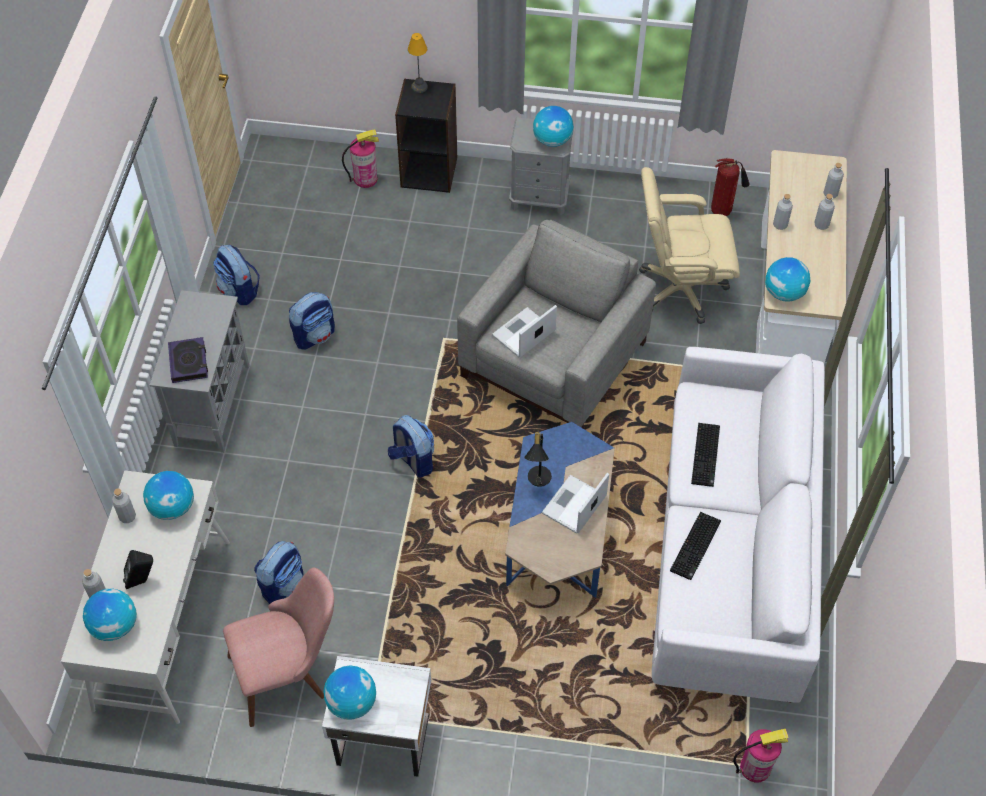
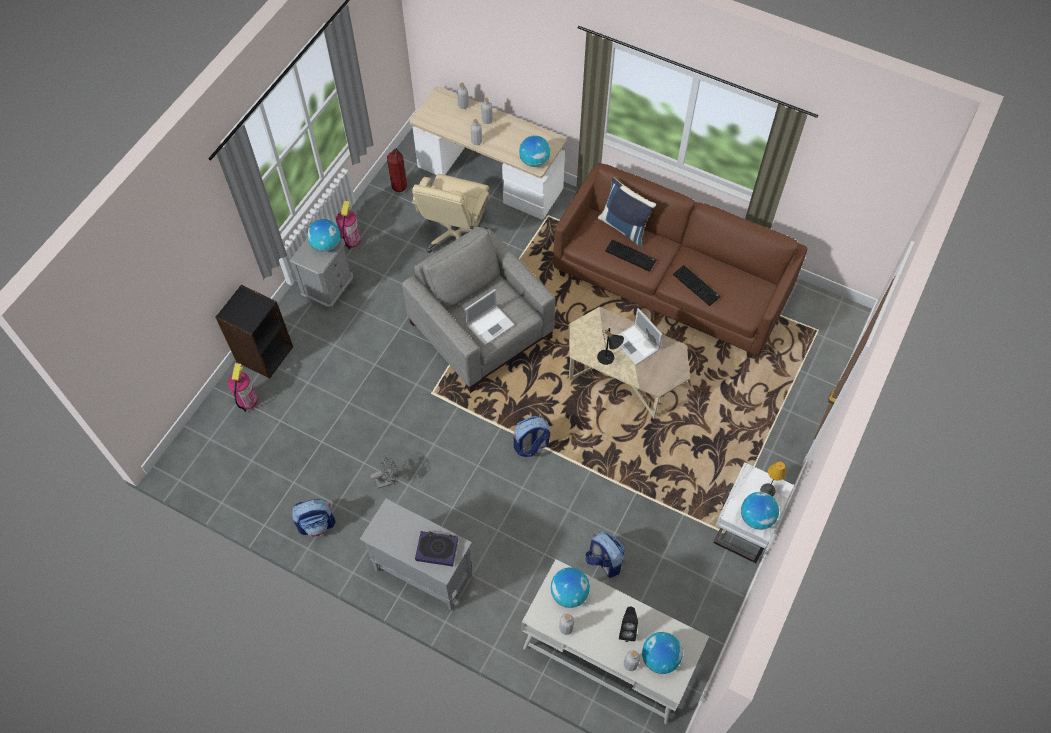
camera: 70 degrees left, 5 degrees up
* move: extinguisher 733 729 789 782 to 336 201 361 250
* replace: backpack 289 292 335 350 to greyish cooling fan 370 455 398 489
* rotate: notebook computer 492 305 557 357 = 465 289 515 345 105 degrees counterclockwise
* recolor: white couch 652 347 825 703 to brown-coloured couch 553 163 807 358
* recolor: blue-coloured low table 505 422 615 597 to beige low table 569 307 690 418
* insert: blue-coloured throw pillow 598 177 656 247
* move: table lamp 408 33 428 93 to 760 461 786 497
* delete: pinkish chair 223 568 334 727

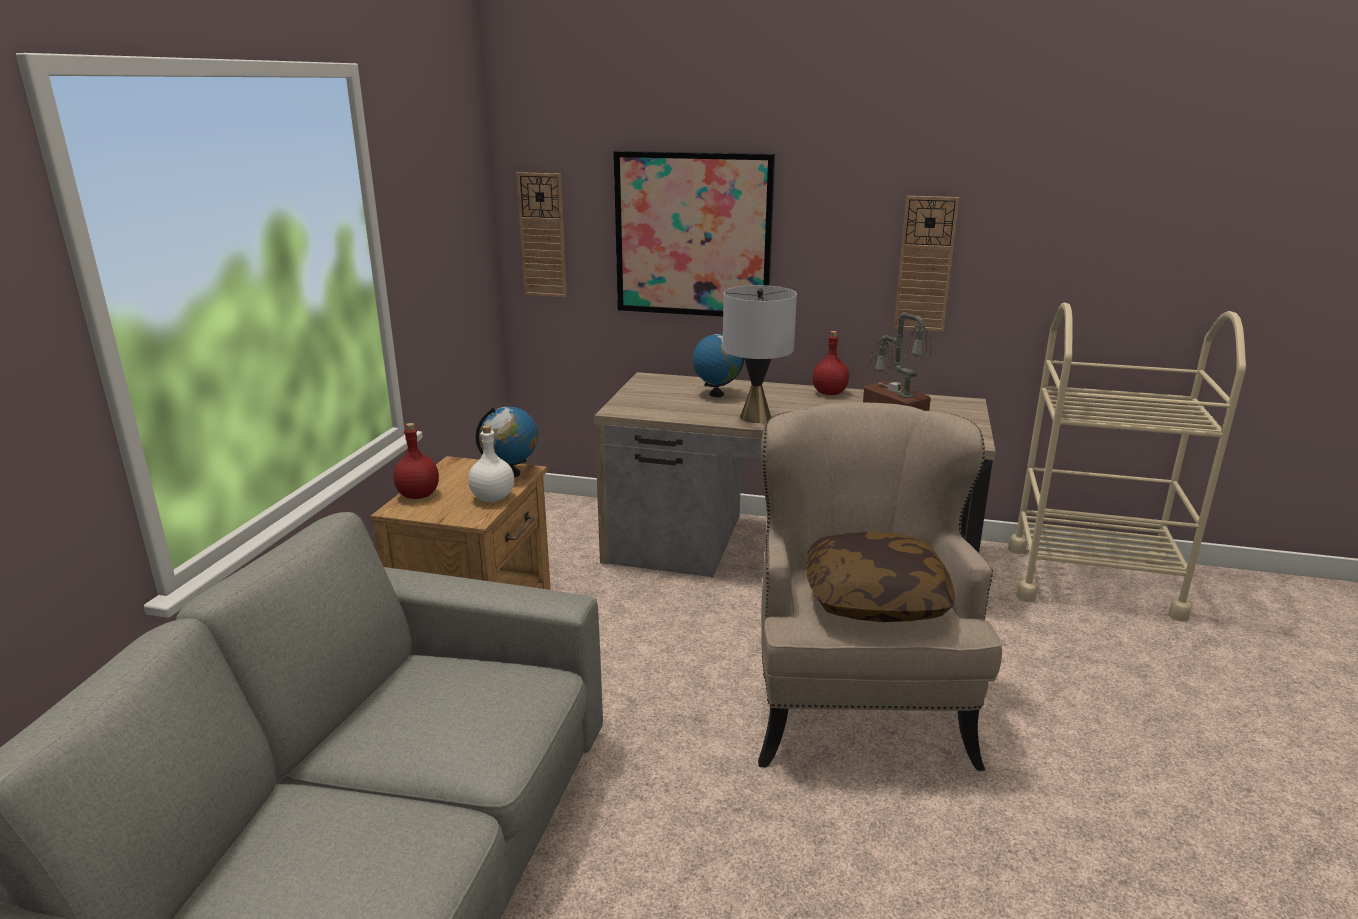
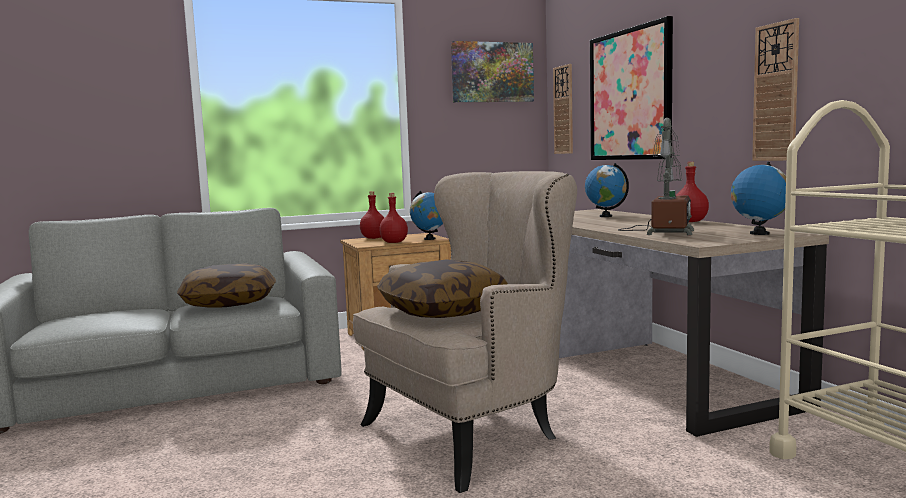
camera: 55 degrees right, 15 degrees down
* insert: throw pillow 177 263 276 308
* recolor: white beverage bottle 468 425 514 502 to red-coloured beverage bottle 379 193 408 243
* insert: picture 451 41 534 102
* insert: desk globe 731 162 786 235
* delete: greyish table lamp 723 285 797 423

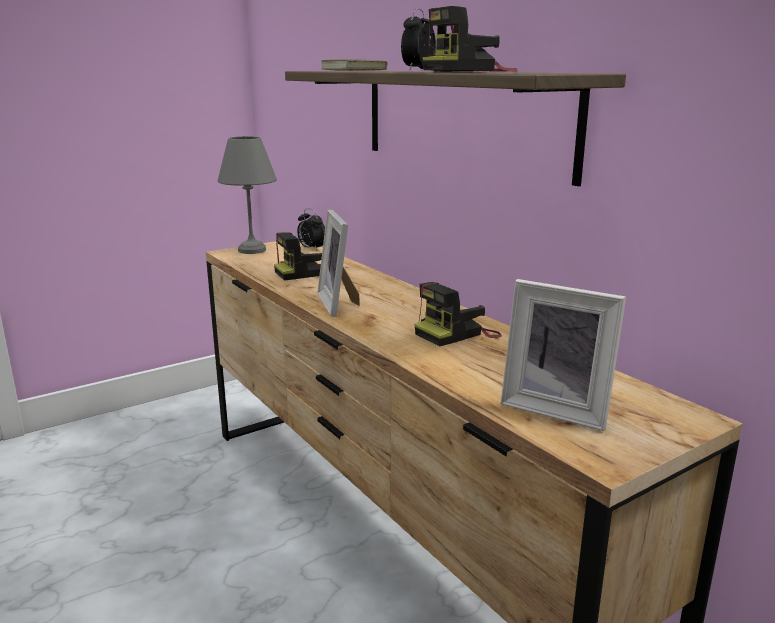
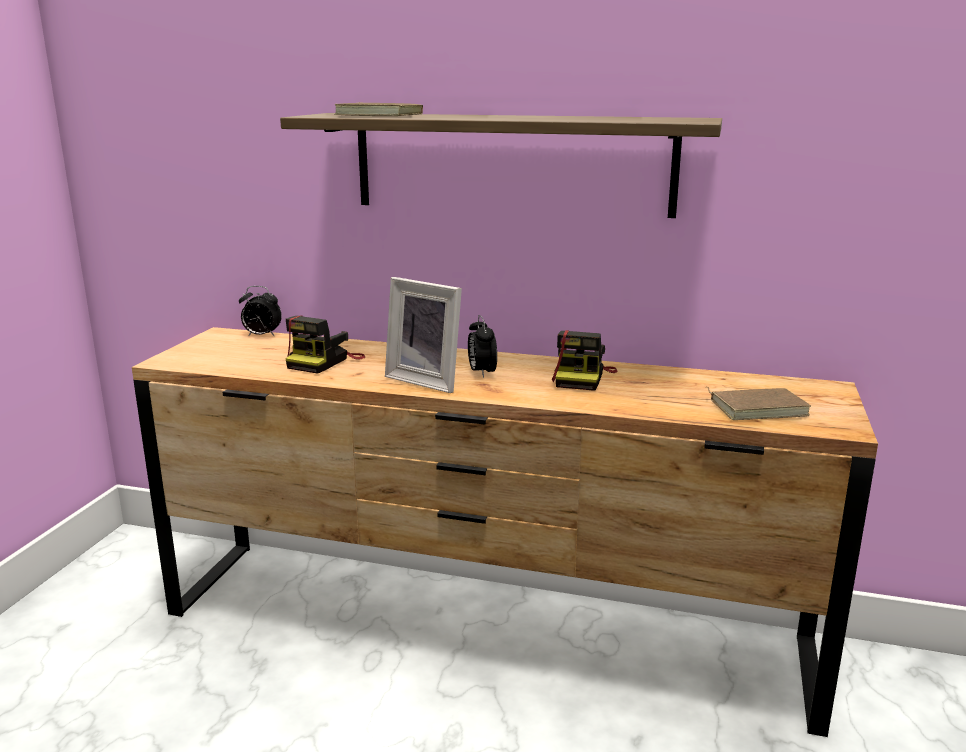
camera: 40 degrees left, 0 degrees up
* move: alarm clock 401 8 436 70 to 468 315 497 378
* replace: standing frame 501 279 626 431 to brown-coloured bound book 708 387 811 420
* delete: greyish table lamp 218 136 277 254
* delete: photo camera 422 6 518 72

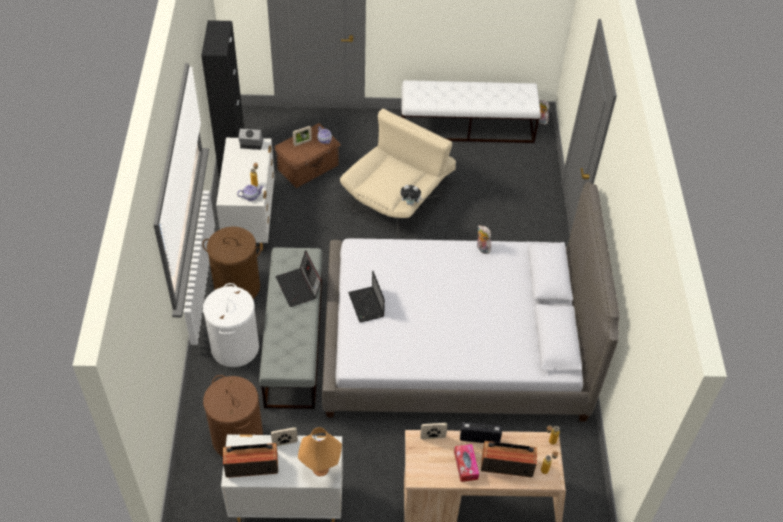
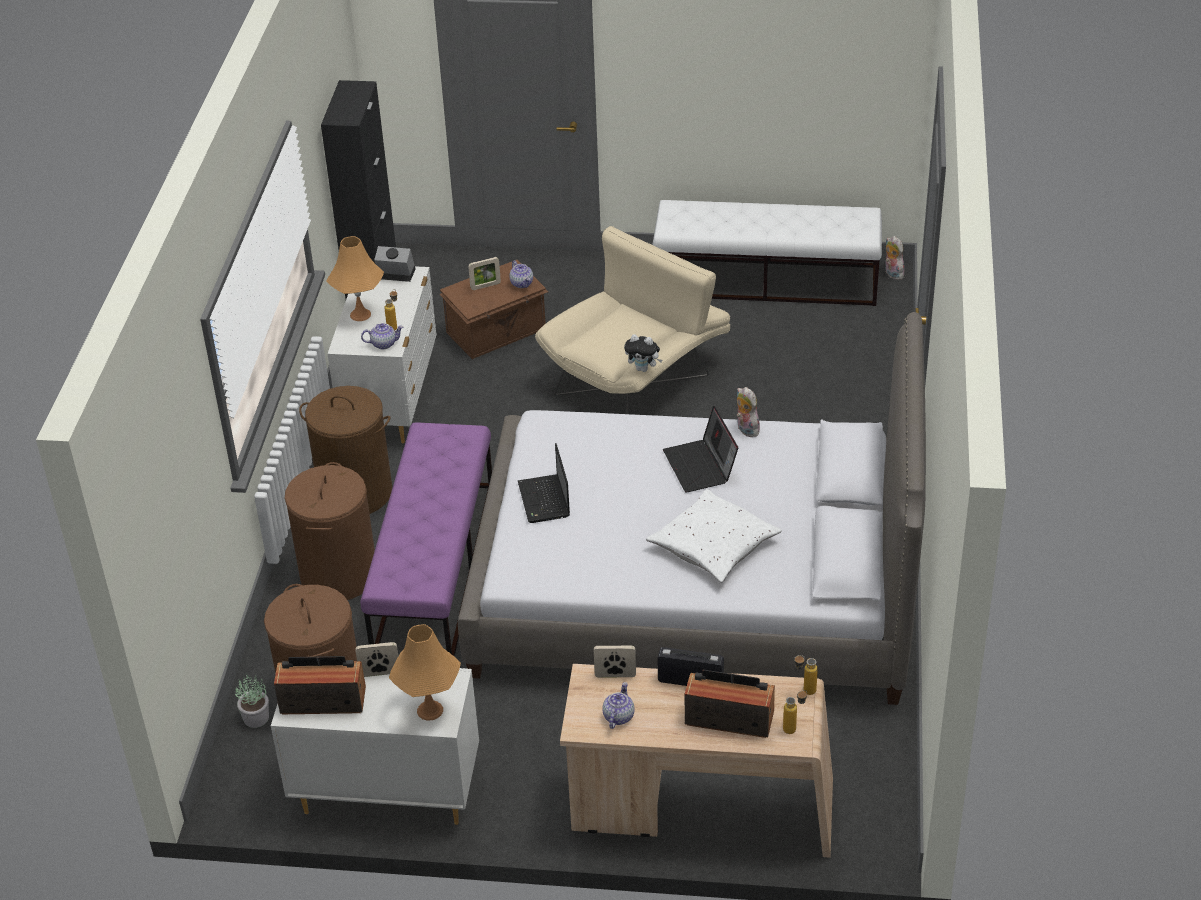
camera: 10 degrees right, 10 degrees down
* insert: potted plant 235 673 269 728
* recolor: white laundry basket 203 283 259 367 to brown-coloured laundry basket 285 462 375 600
* insert: orange-coloured table lamp 326 236 384 321
* recolor: greyish indoor bench 259 247 323 409 to purple-coloured indoor bench 360 422 492 656
* insert: pot for tea 602 682 635 729
* insert: white throw pillow 646 489 782 583
* move: notebook computer 275 250 321 307 to 663 405 738 493
* delete: tissue box 454 444 479 482

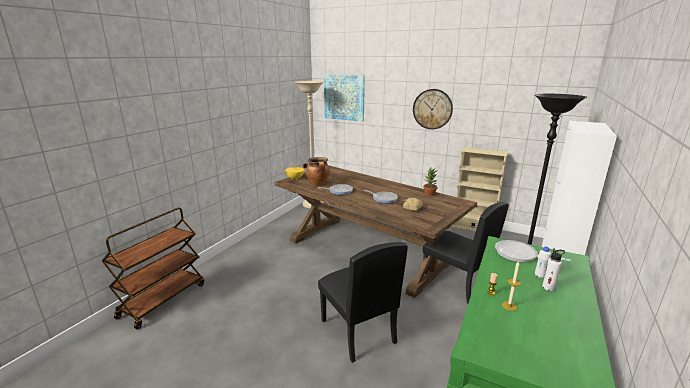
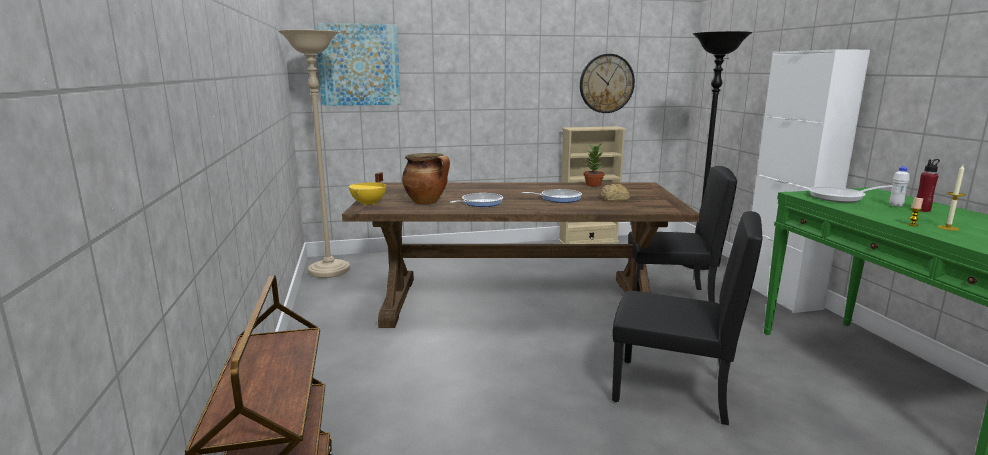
camera: 40 degrees left, 5 degrees down
* move: hanging clock 413 89 453 130 to 580 54 635 113
* recolor: white beverage bottle 542 248 565 291 to red-coloured beverage bottle 916 159 940 212

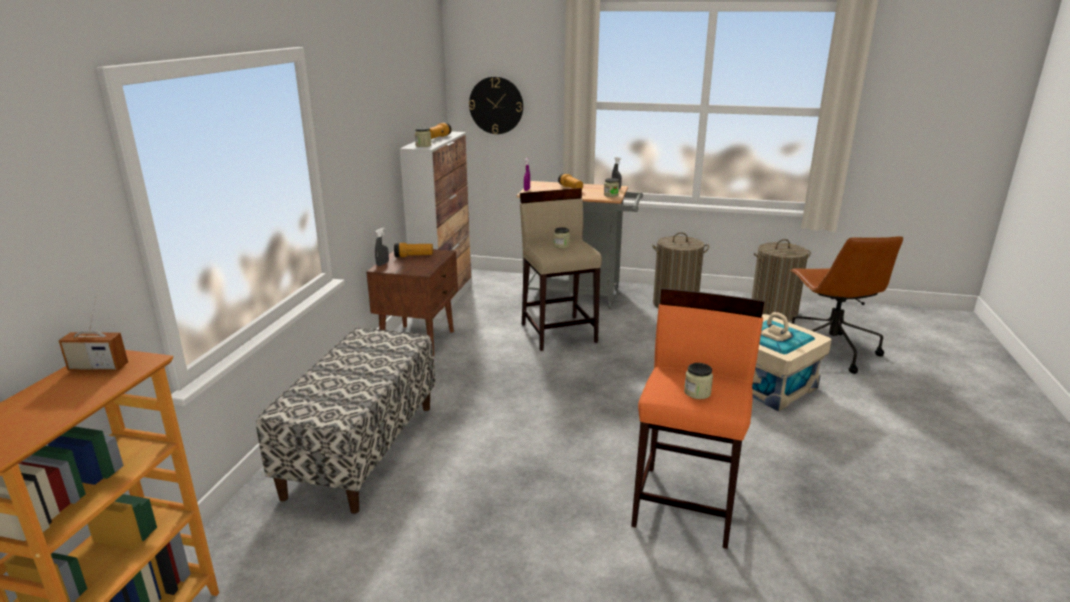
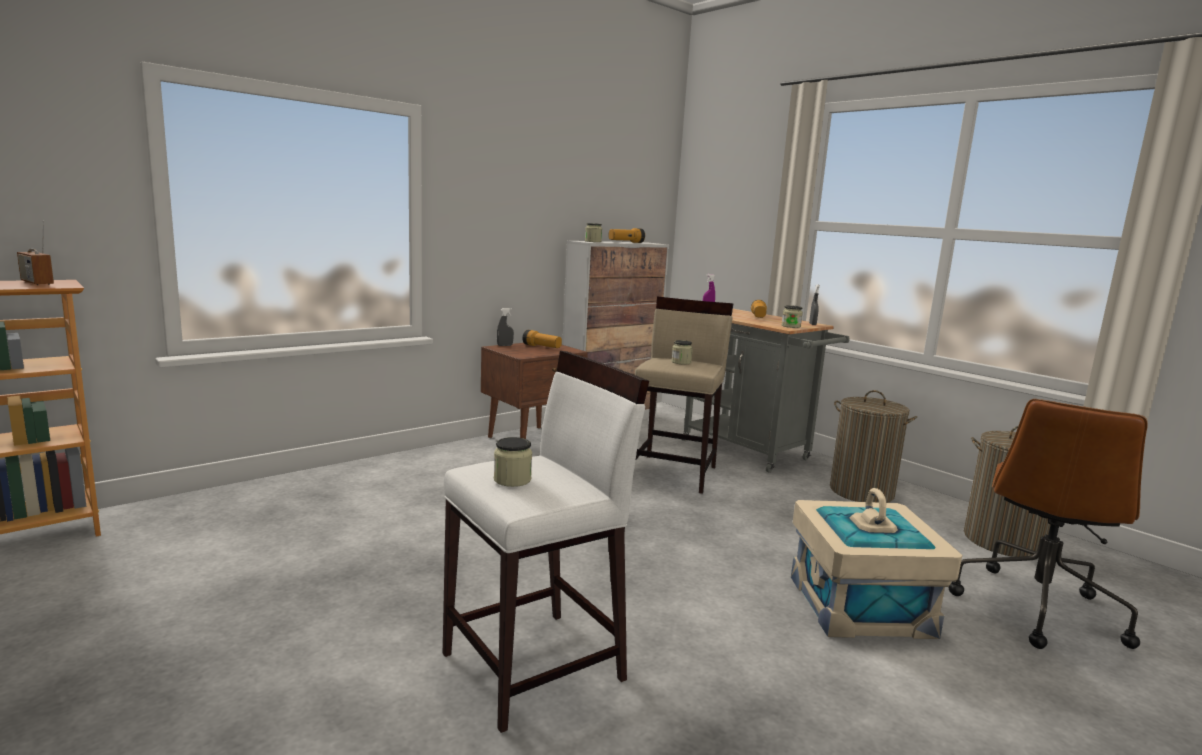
camera: 35 degrees right, 10 degrees down
* recolor: orange-coloured sitting stool 631 288 765 549 to white sitting stool 443 351 649 733
* delete: indoor bench 256 328 435 514
* delete: hanging clock 469 76 523 134

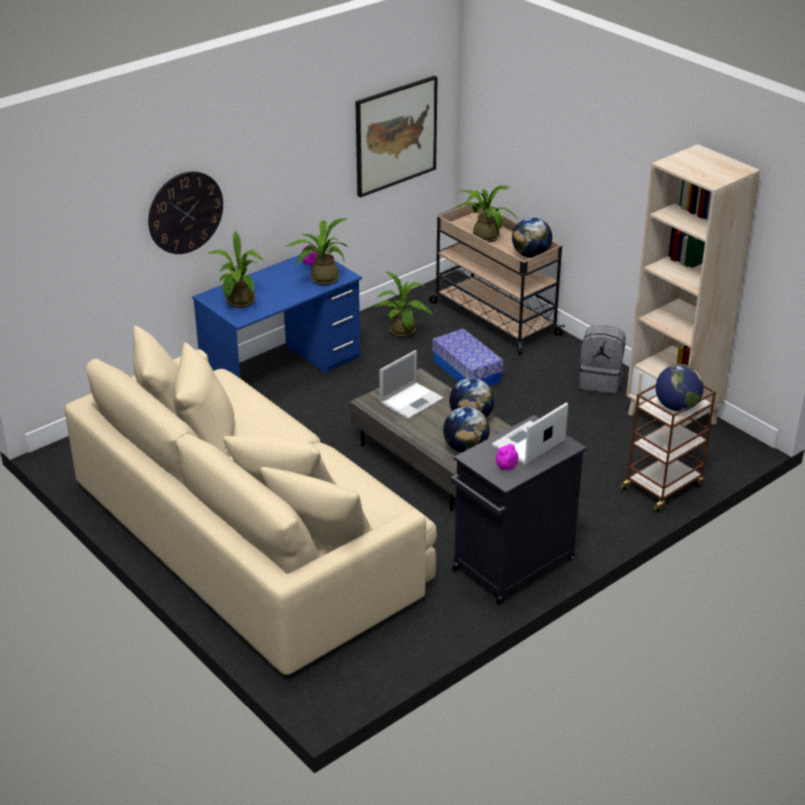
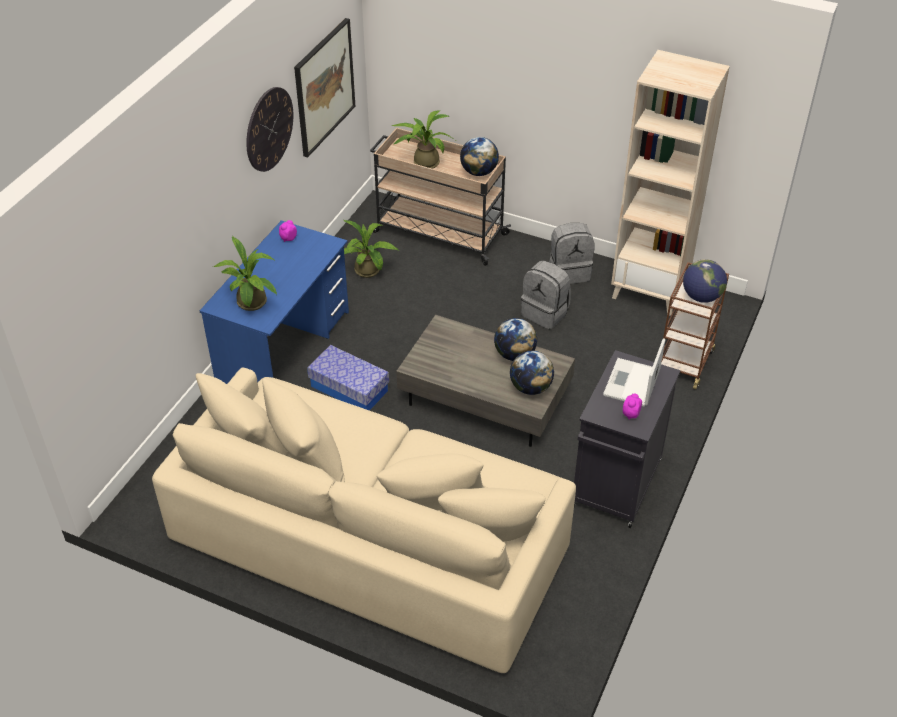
camera: 25 degrees left, 10 degrees up
* move: hanging clock 148 171 223 254 to 246 87 293 172
* move: storage container 432 328 503 386 to 307 345 389 411
* insert: greyish backpack 521 261 570 329
* delete: potted plant 287 218 348 285
* delete: notebook computer 379 350 444 420

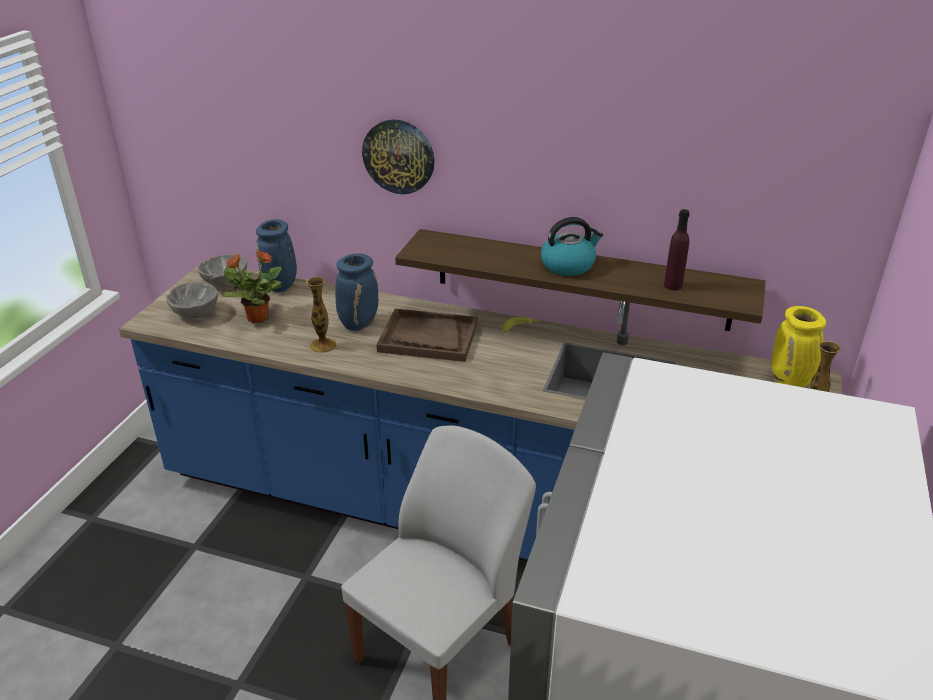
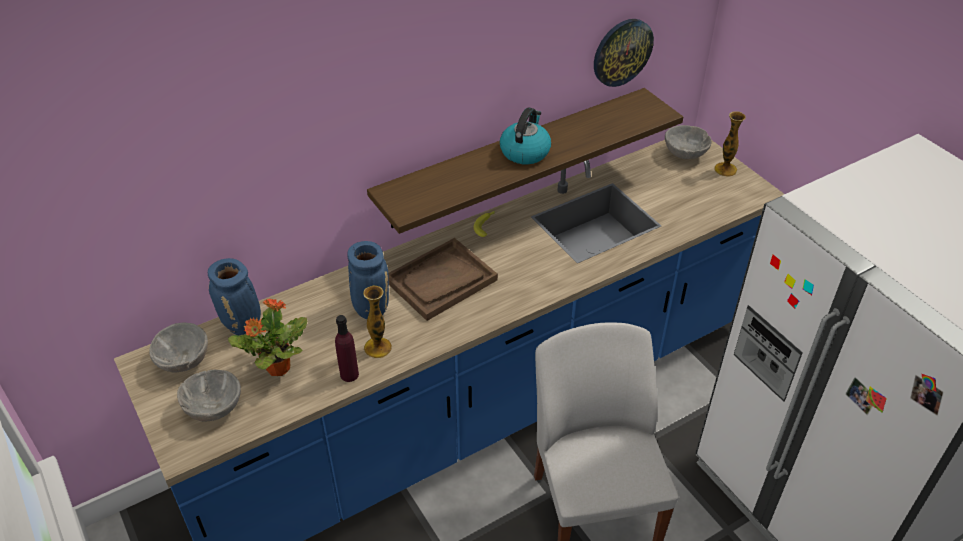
camera: 50 degrees left, 10 degrees up
* move: purple-coloured beverage bottle 664 209 690 290 to 335 315 359 382
* move: hanging clock 362 119 434 194 to 594 19 654 87
* replace: yellow-coloured decorative vase 772 306 826 388 to greyish serving bowl 665 125 711 159

